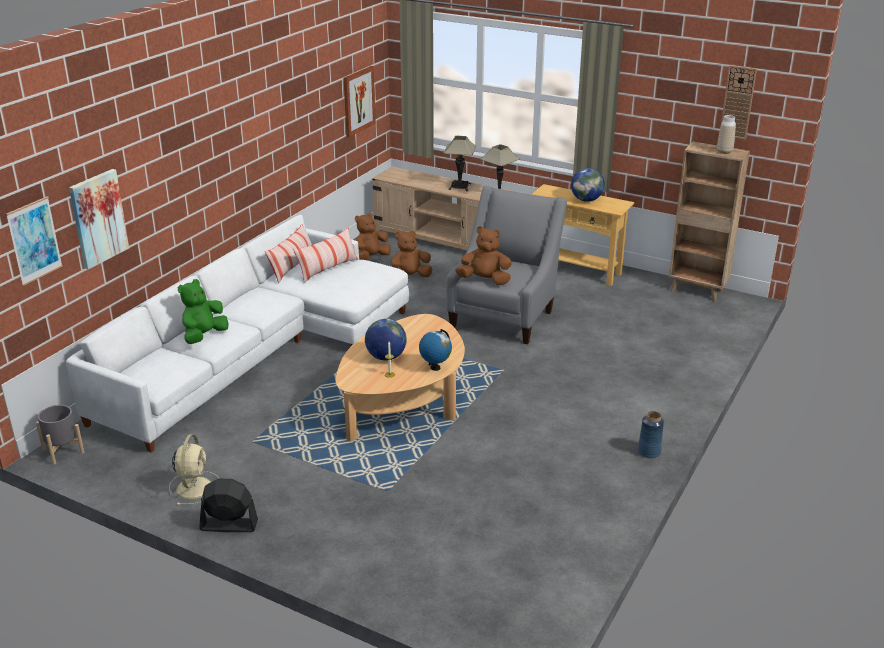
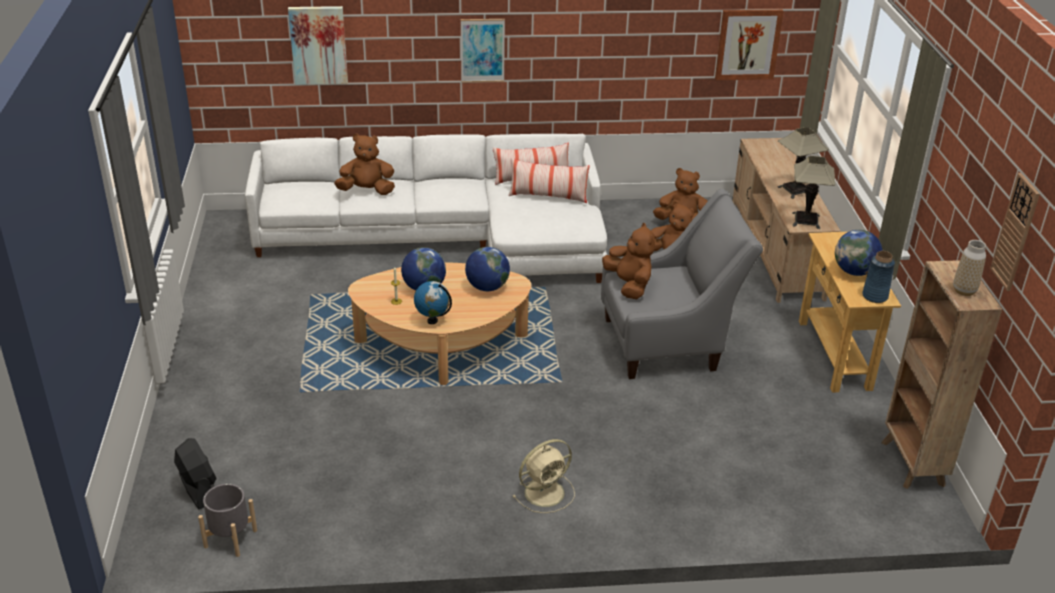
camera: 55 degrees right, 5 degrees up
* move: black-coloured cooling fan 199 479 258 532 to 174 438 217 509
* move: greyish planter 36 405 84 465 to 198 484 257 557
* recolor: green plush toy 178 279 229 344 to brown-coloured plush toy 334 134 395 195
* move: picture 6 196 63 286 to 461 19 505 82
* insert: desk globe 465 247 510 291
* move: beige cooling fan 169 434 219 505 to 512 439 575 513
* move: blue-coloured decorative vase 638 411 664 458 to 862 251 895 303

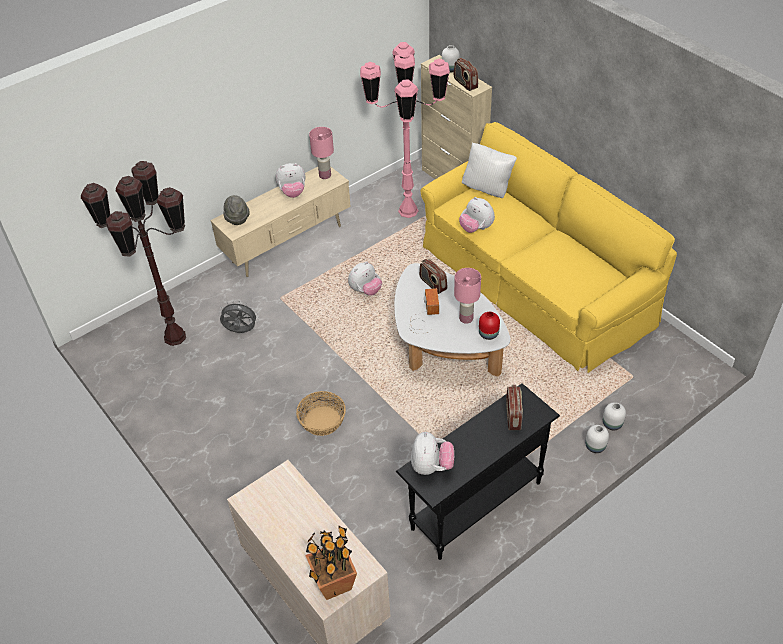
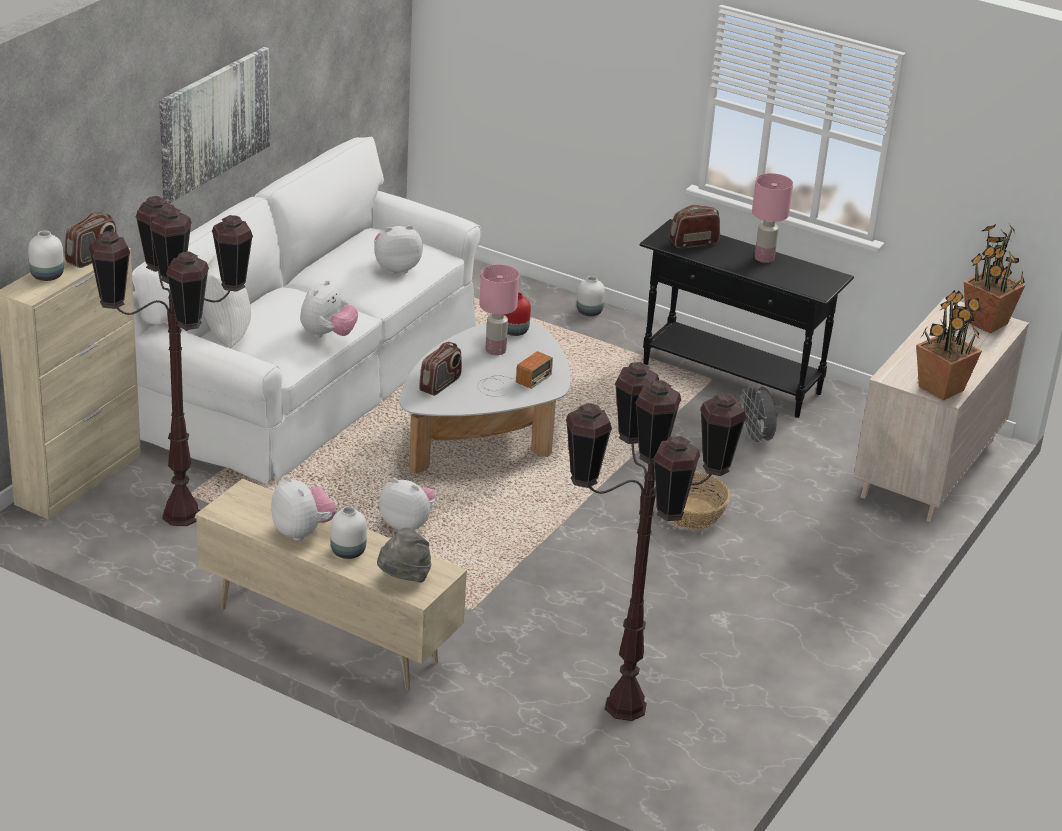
camera: 115 degrees left, 15 degrees down
* recolor: pinkish standard lamp 360 42 450 218 to brown-coloured standard lamp 88 196 253 526
* recolor: yellow-coloured couch 421 122 677 373 to white couch 132 137 481 484
* insert: picture 159 47 270 204
* move: white decorative vase 603 402 626 430 to 331 507 367 559
* move: plush toy 411 432 454 475 to 374 225 423 275
* rotate: radio receiver 409 288 439 334 = 477 351 553 397 150 degrees clockwise
* move: greyish cooling fan 219 301 259 333 to 740 384 778 446
* move: pinkish table lamp 309 127 334 179 to 752 173 793 263
* insert: potted plant 916 290 982 400

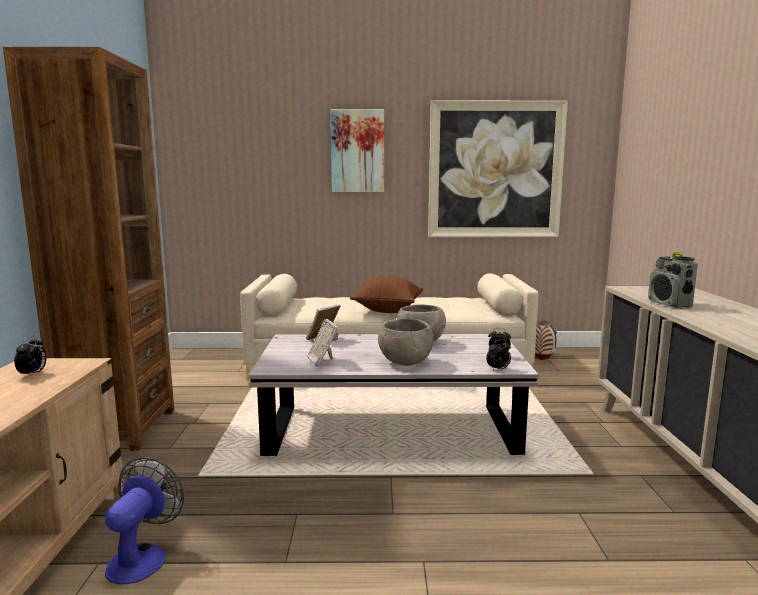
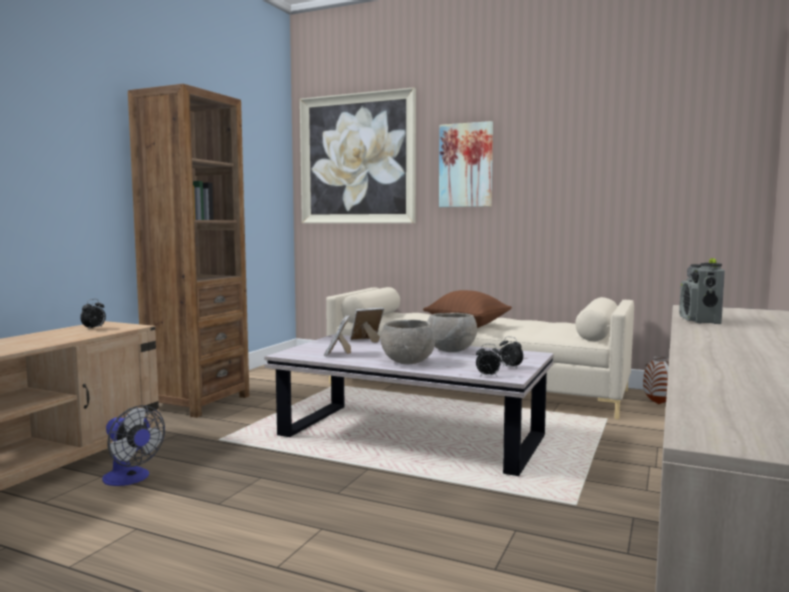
camera: 25 degrees right, 5 degrees down
* rotate: cooling fan 105 457 184 584 = 102 405 165 486 90 degrees clockwise
* move: picture 428 100 568 237 to 300 87 416 223

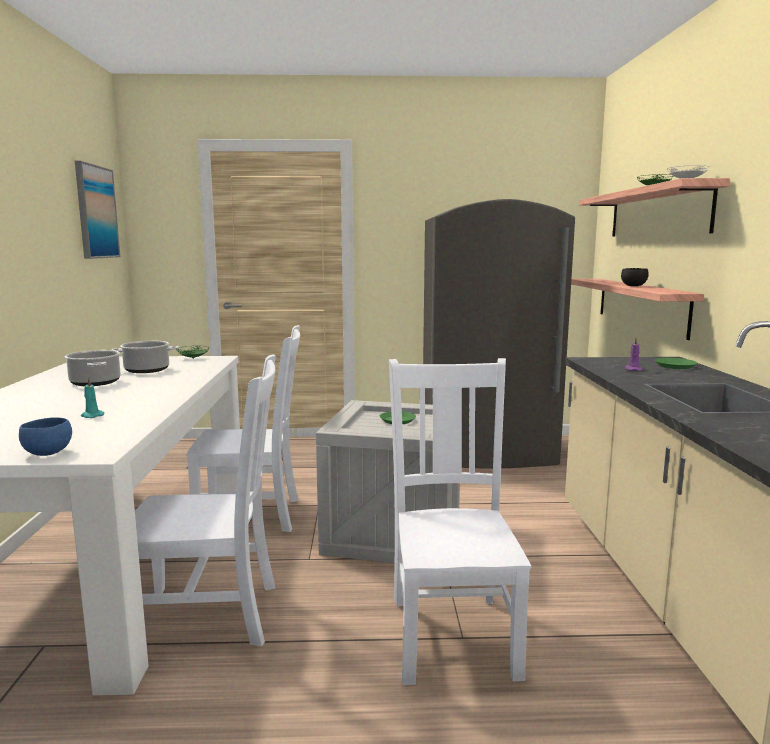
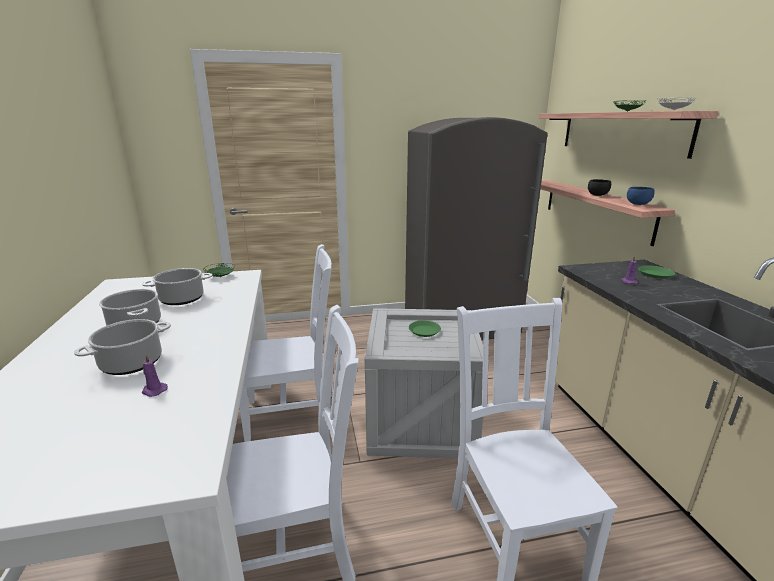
camera: 10 degrees left, 10 degrees up
* insert: stockpot 74 319 171 375
* recolor: blue-green wax candle 81 377 104 418 to purple-coloured wax candle 142 354 168 397
* move: blue-coloured serving bowl 19 417 72 456 to 627 187 655 205
* delete: picture 75 161 120 259

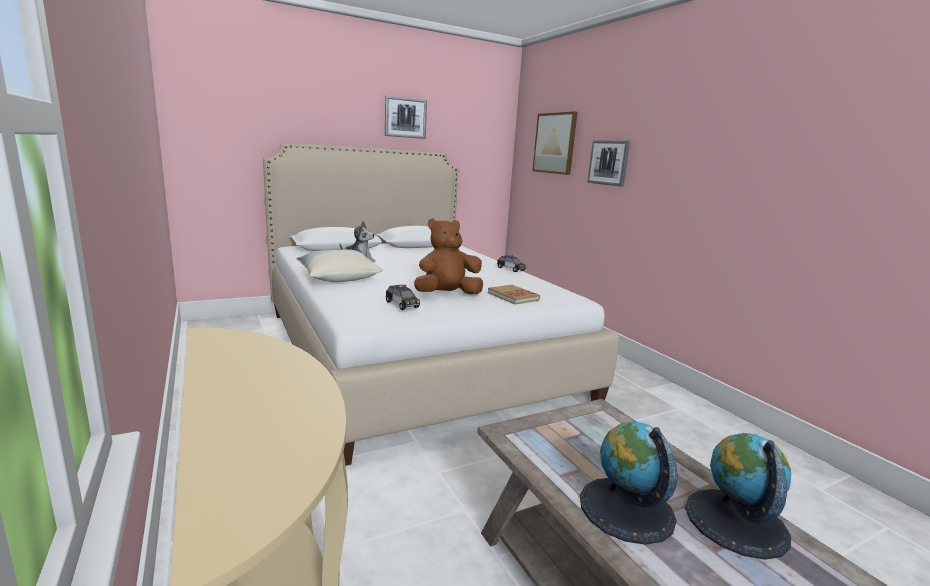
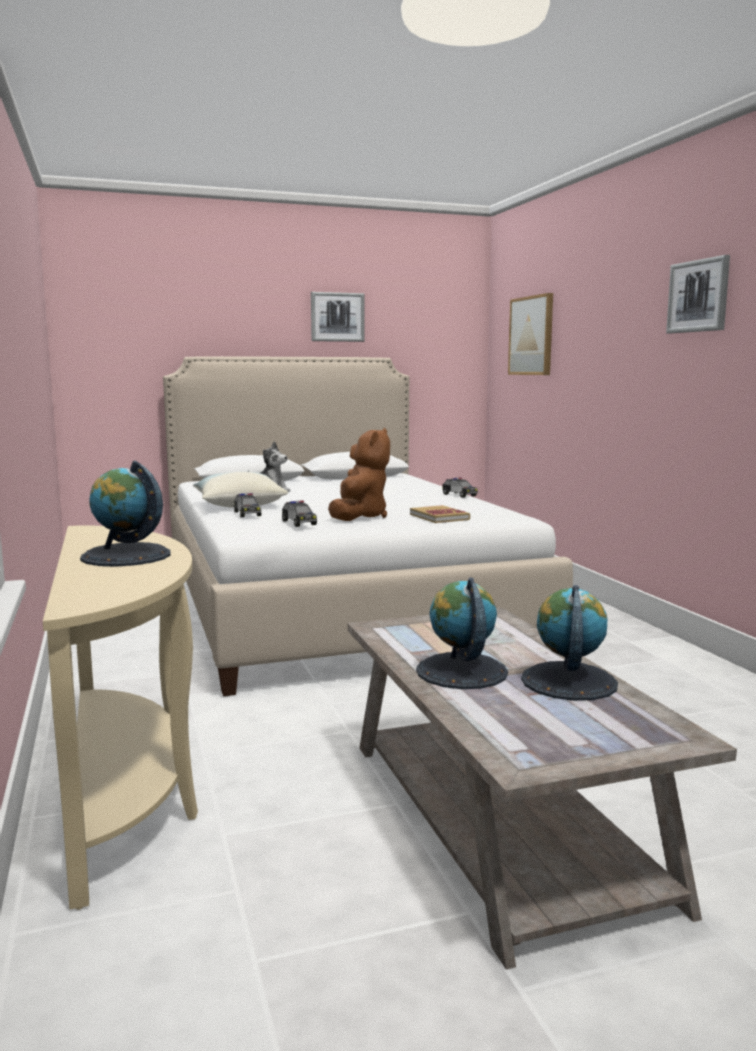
camera: 10 degrees right, 5 degrees down
* insert: desk globe 80 461 171 567
* insert: miniature car 234 493 261 517
* rotate: brown-coloured plush toy 414 218 483 294 = 328 428 390 521 120 degrees clockwise
* move: picture 587 140 630 187 to 666 255 730 333

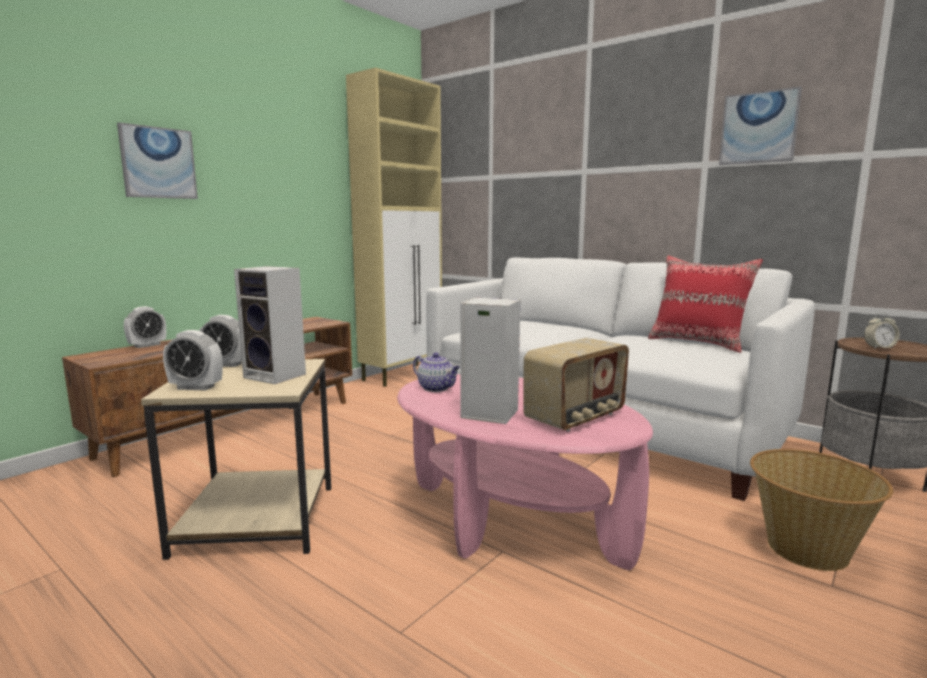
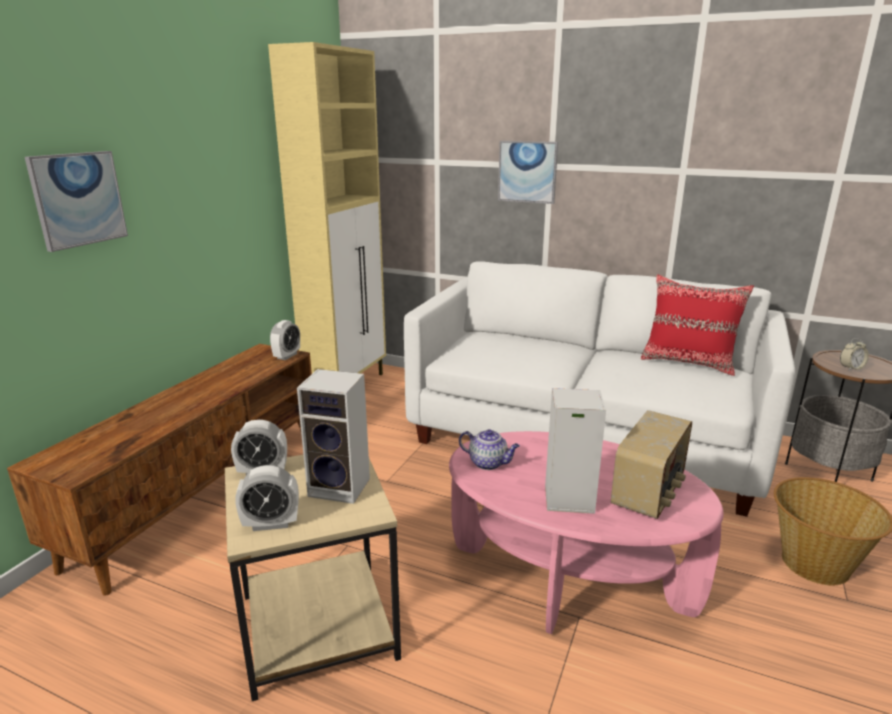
camera: 15 degrees left, 10 degrees up
* move: alarm clock 124 306 166 348 to 270 320 300 360
* move: picture 719 86 802 165 to 498 141 558 204

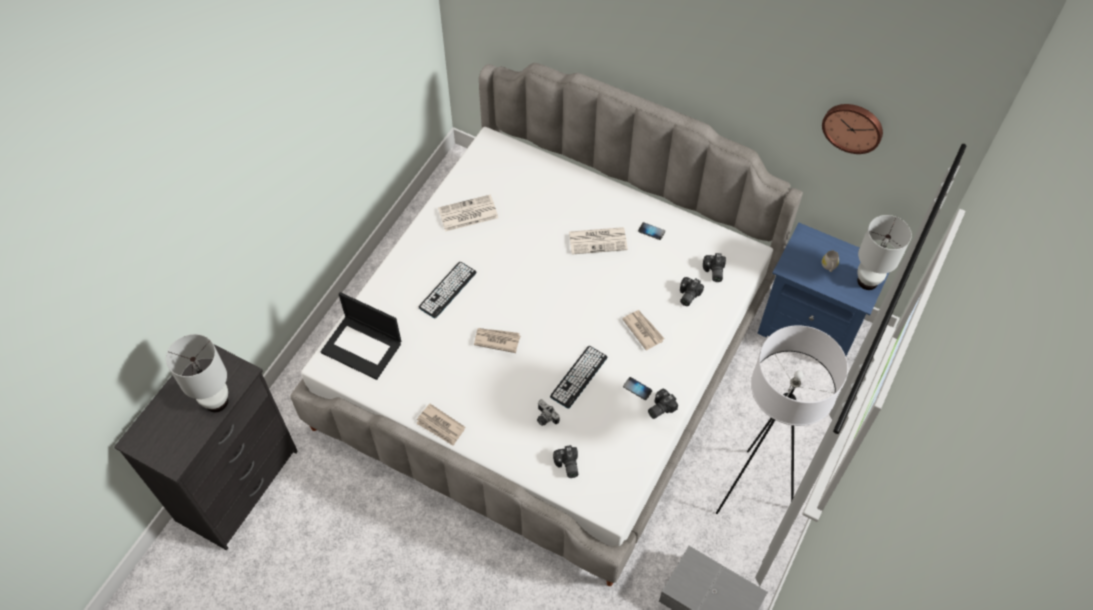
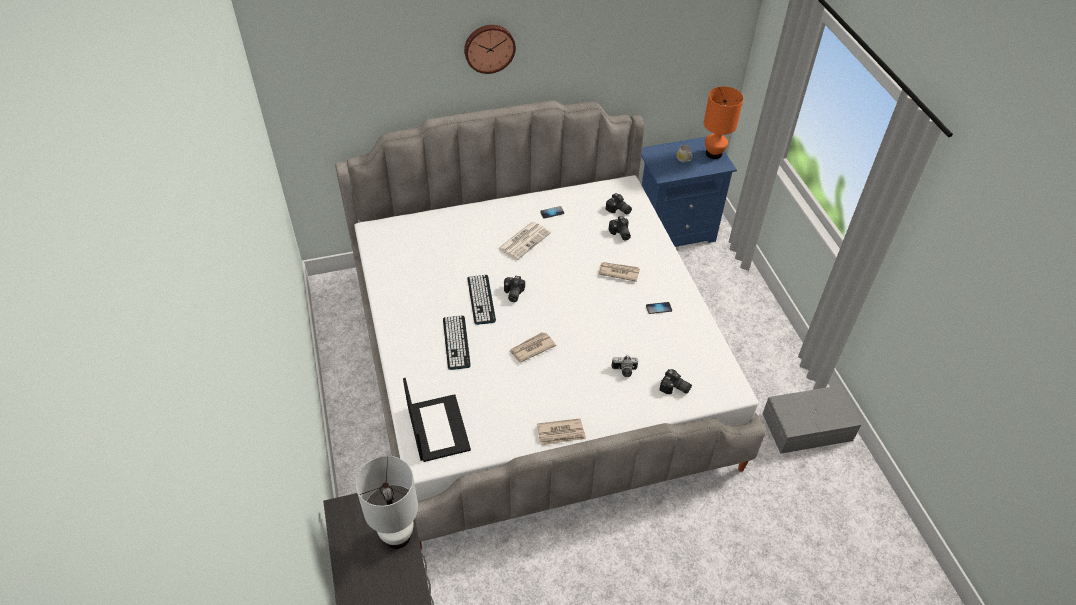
camera: 45 degrees left, 10 degrees down
* rotate: notebook computer 320 292 401 380 = 403 378 471 462 90 degrees counterclockwise
* move: hanging clock 822 104 883 154 to 464 25 516 74
* move: PC keyboard 550 346 607 409 to 467 275 496 325
* move: photo camera 648 389 678 419 to 504 276 525 302
* recolor: white table lamp 857 215 912 290 to orange-coloured table lamp 704 86 743 159
* delete: daily paper 438 194 498 232
* delete: white standard lamp 716 325 848 514

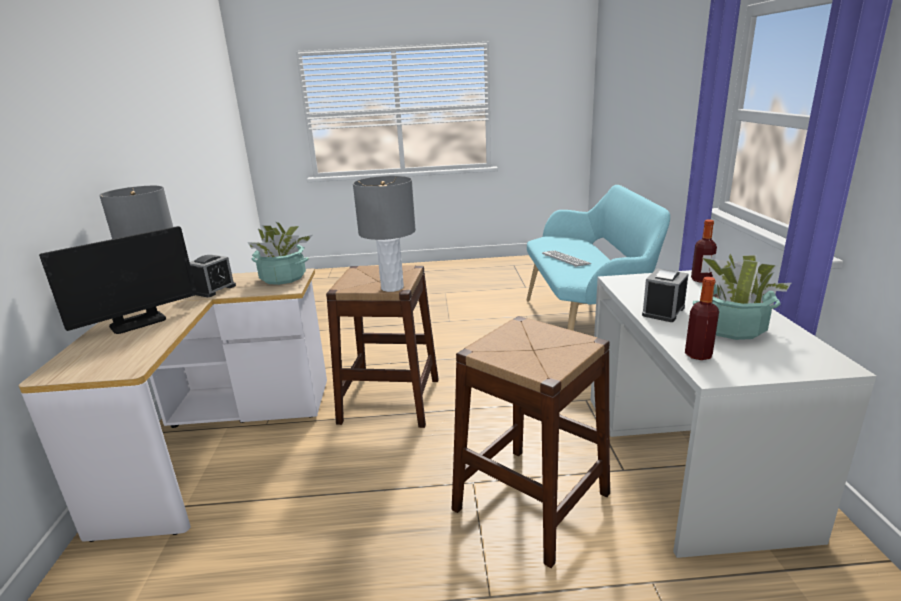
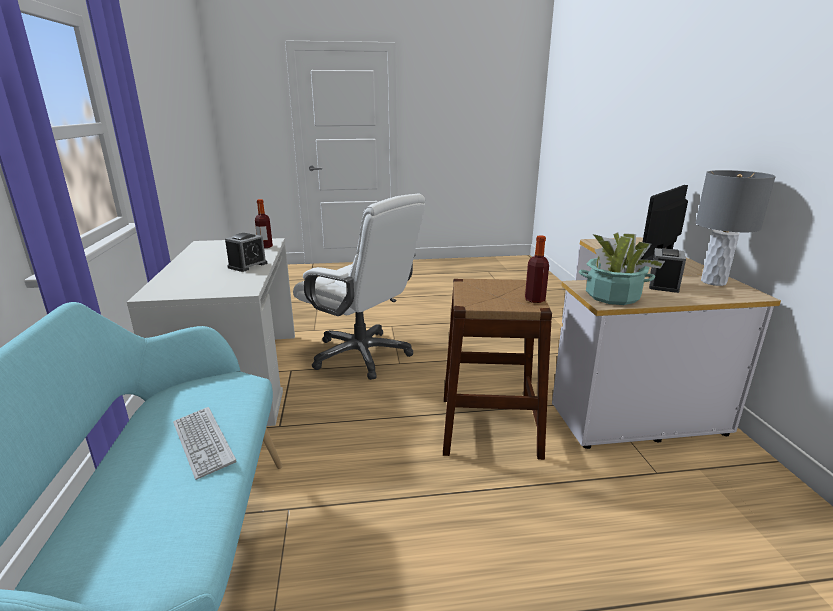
camera: 175 degrees right, 0 degrees up
* replace: brown-coloured sitting stool 451 316 610 568 to white office chair 293 194 425 380
* move: beverage bottle 691 220 717 283 to 525 235 549 303
* delete: greyish table lamp 353 176 416 292
* delete: potted plant 693 253 791 340

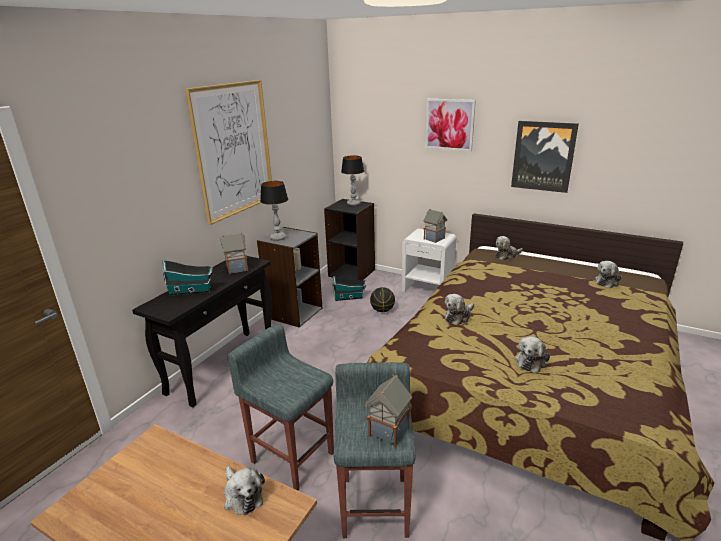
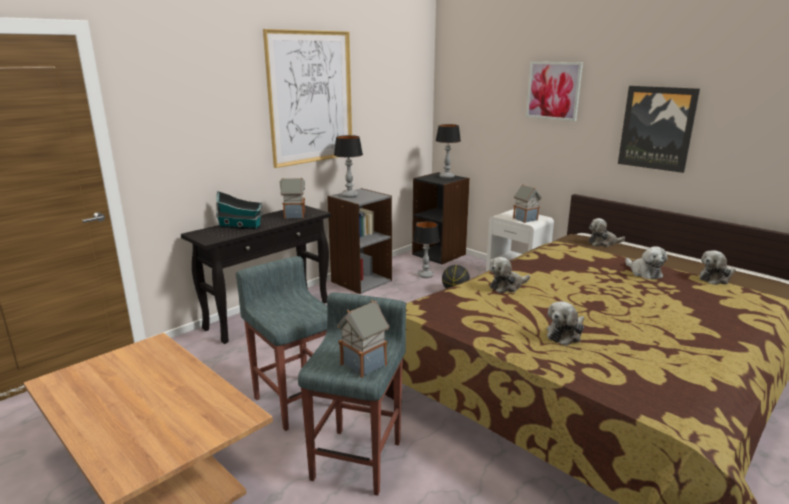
camera: 15 degrees right, 5 degrees down
* replace: model house 332 276 366 301 to table lamp 413 221 440 278
* move: plush toy 224 466 265 515 to 625 246 668 280

